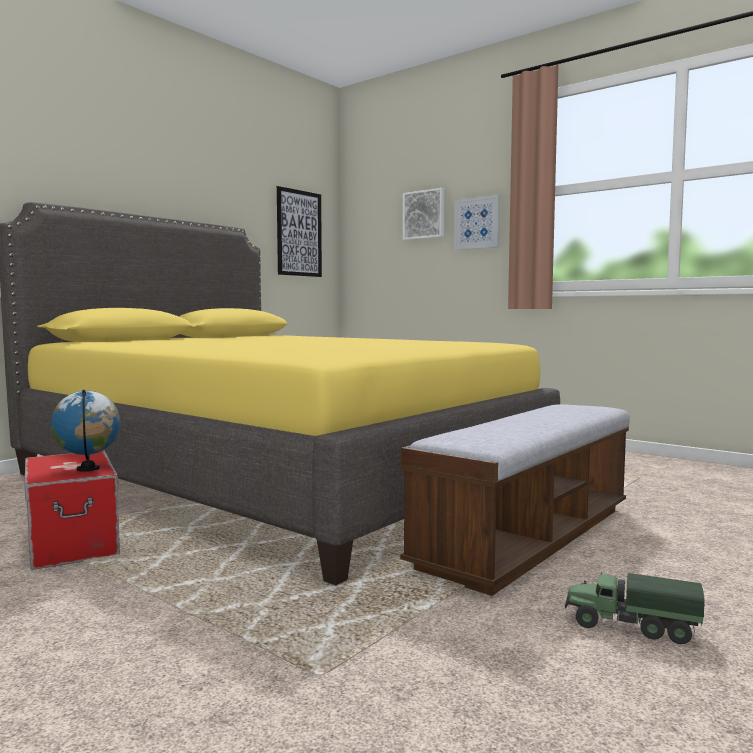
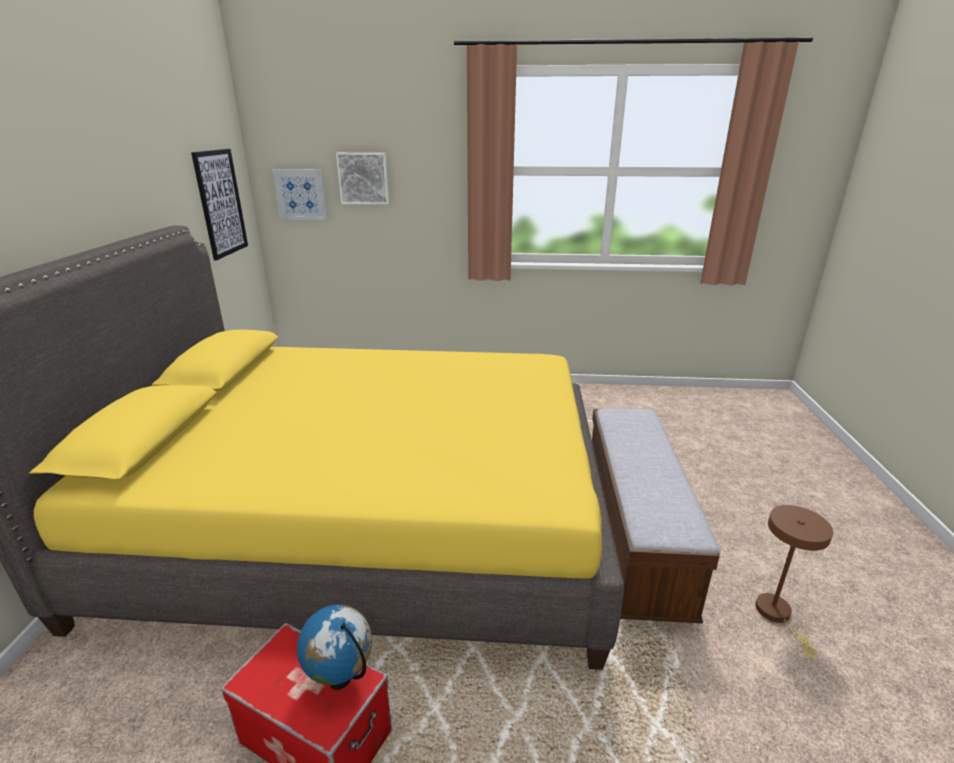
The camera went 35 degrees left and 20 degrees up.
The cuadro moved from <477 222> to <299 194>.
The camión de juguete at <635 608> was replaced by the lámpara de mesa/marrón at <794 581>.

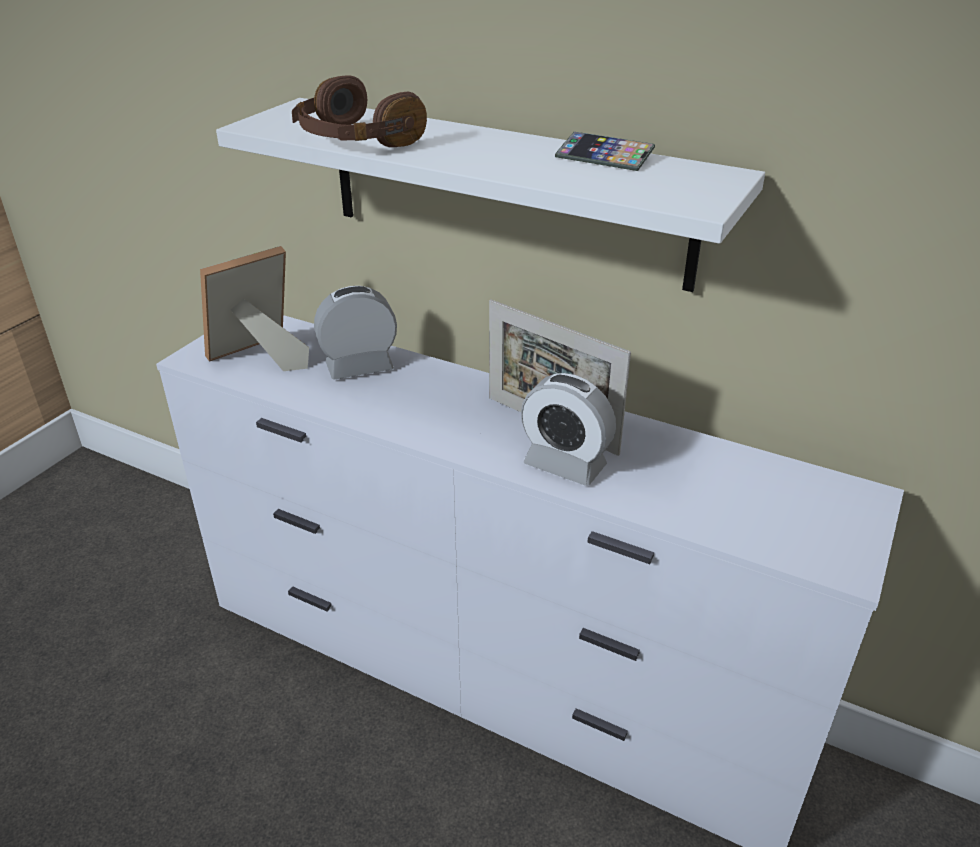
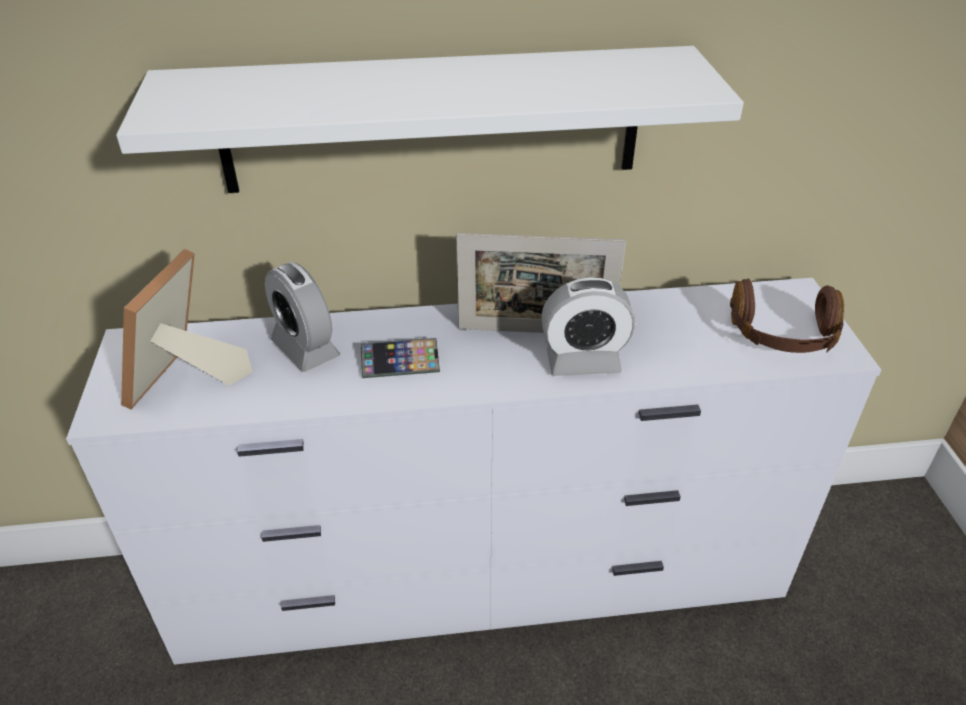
The camera went 35 degrees left and 5 degrees up.
The auriculares/marrón moved from <359 111> to <787 316>.
The despertador at <355 333> turned 75 degrees counterclockwise.
The móvil moved from <605 151> to <400 358>.

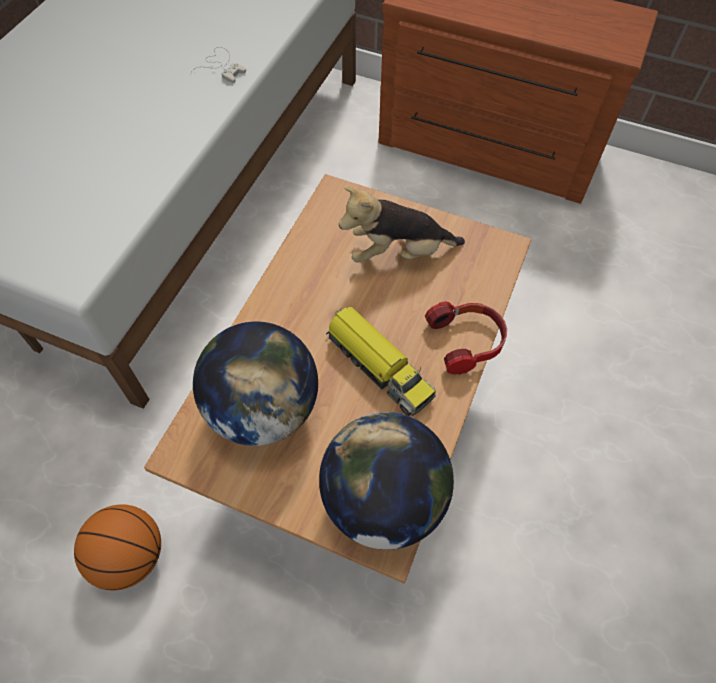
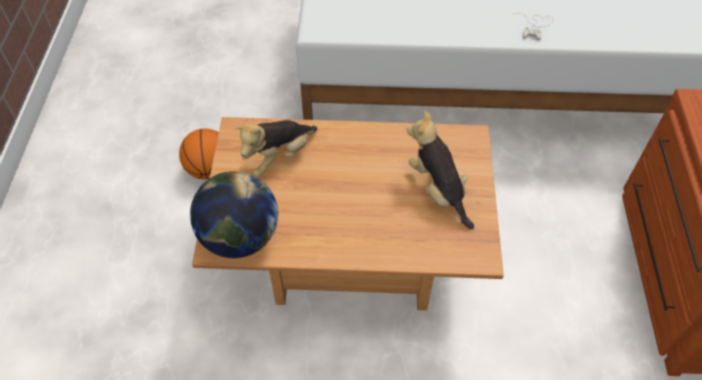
The camera went 70 degrees right and 5 degrees down.
The globo terráqueo at <255 384> was replaced by the peluche at <276 148>.
The camión de juguete at <381 361> disappeared.
The auriculares at <466 338> disappeared.

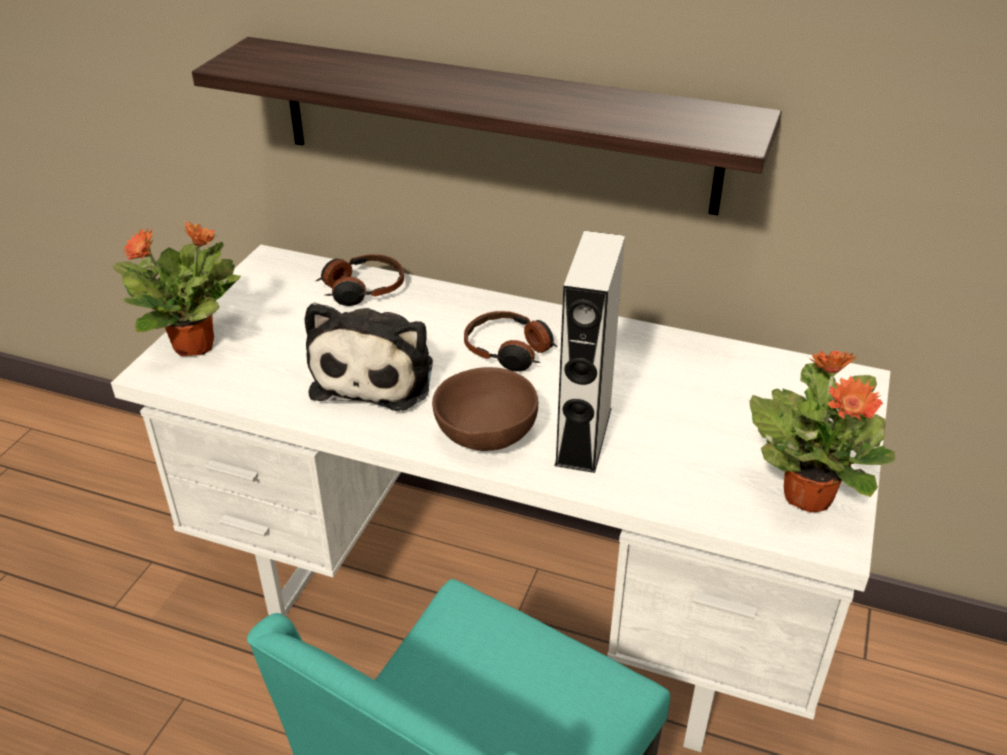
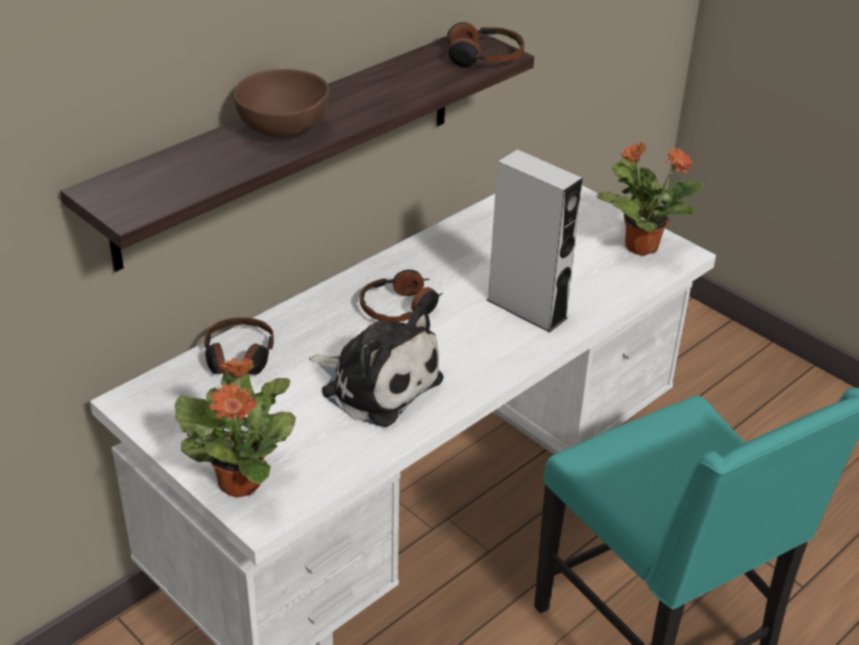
The camera went 65 degrees left and 0 degrees up.
The cuenco/marrón moved from <485 409> to <281 103>.
The auriculares at <482 44> appeared.

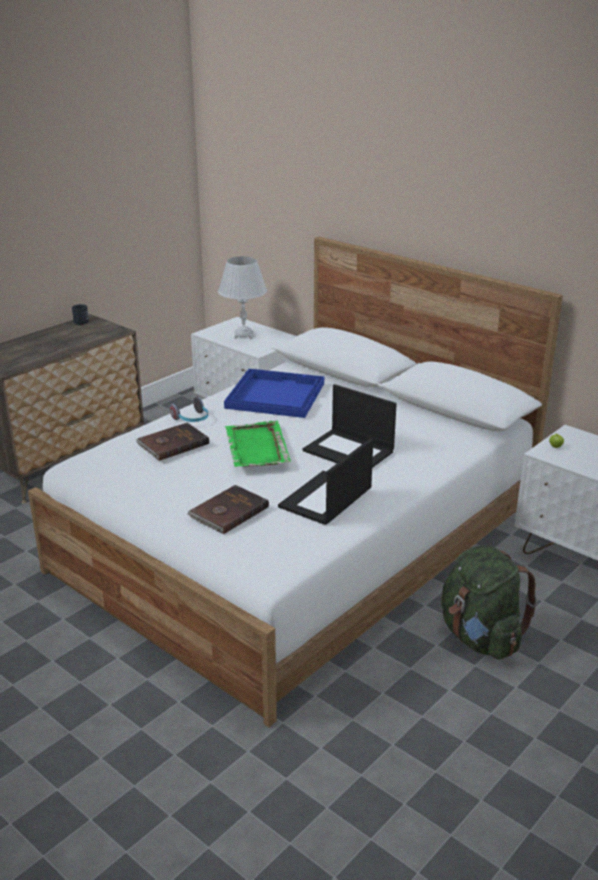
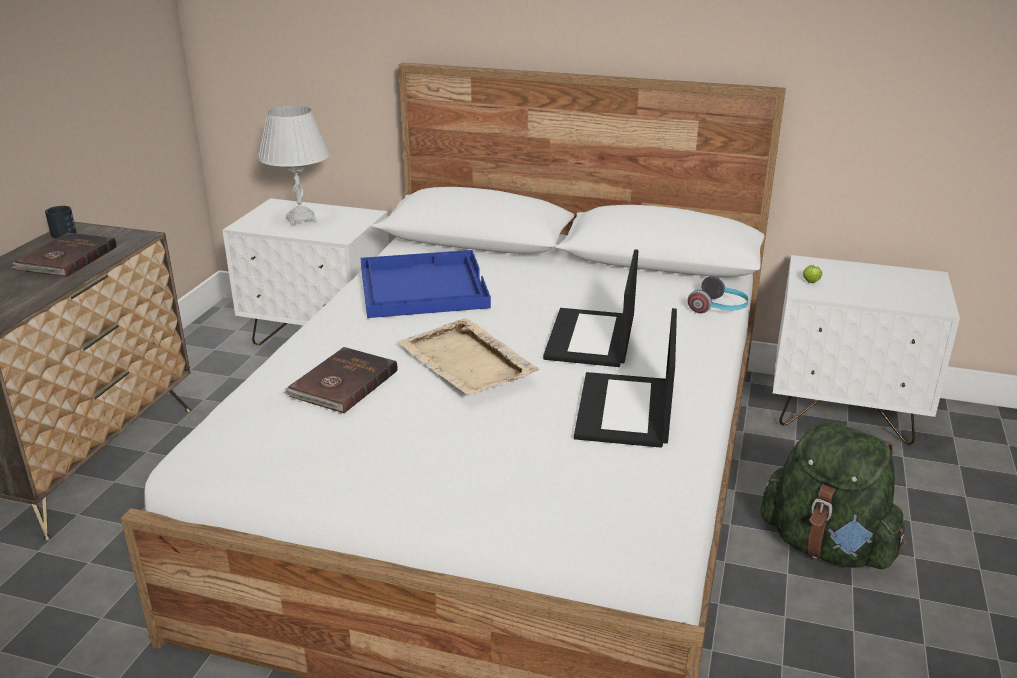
The camera went 25 degrees left and 0 degrees up.
The auriculares moved from <189 409> to <718 295>.
The libro/marrón moved from <228 509> to <64 255>.
The bandeja/verde at <258 444> became the bandeja/beis at <468 356>.
The portátil at <350 426> turned 90 degrees clockwise.

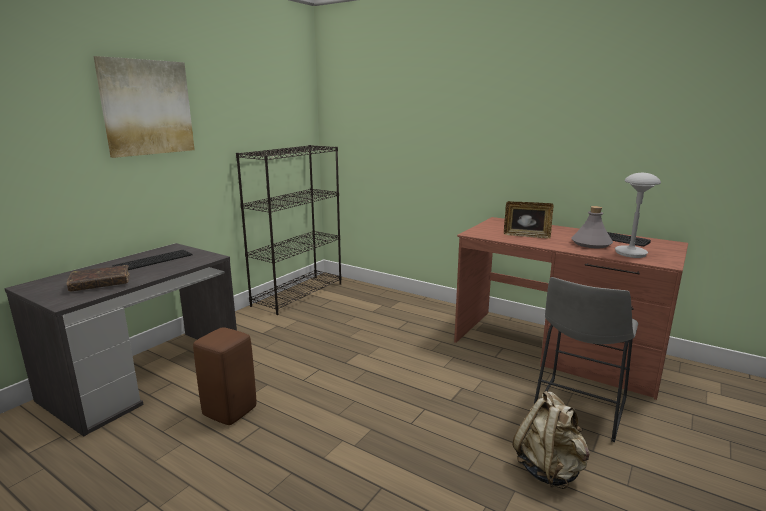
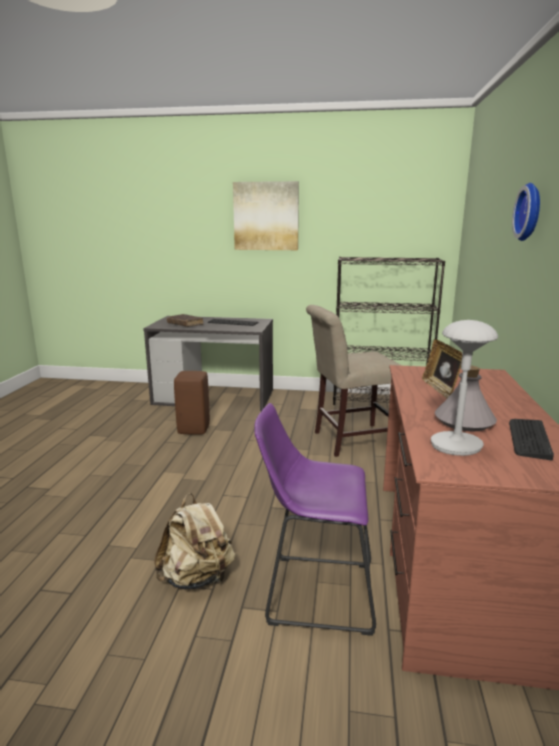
The camera went 65 degrees right and 0 degrees up.
The taburete/gris at <586 359> became the taburete/morado at <315 519>.
The silla/beis at <354 381> appeared.
The reloj de pared at <526 212> appeared.

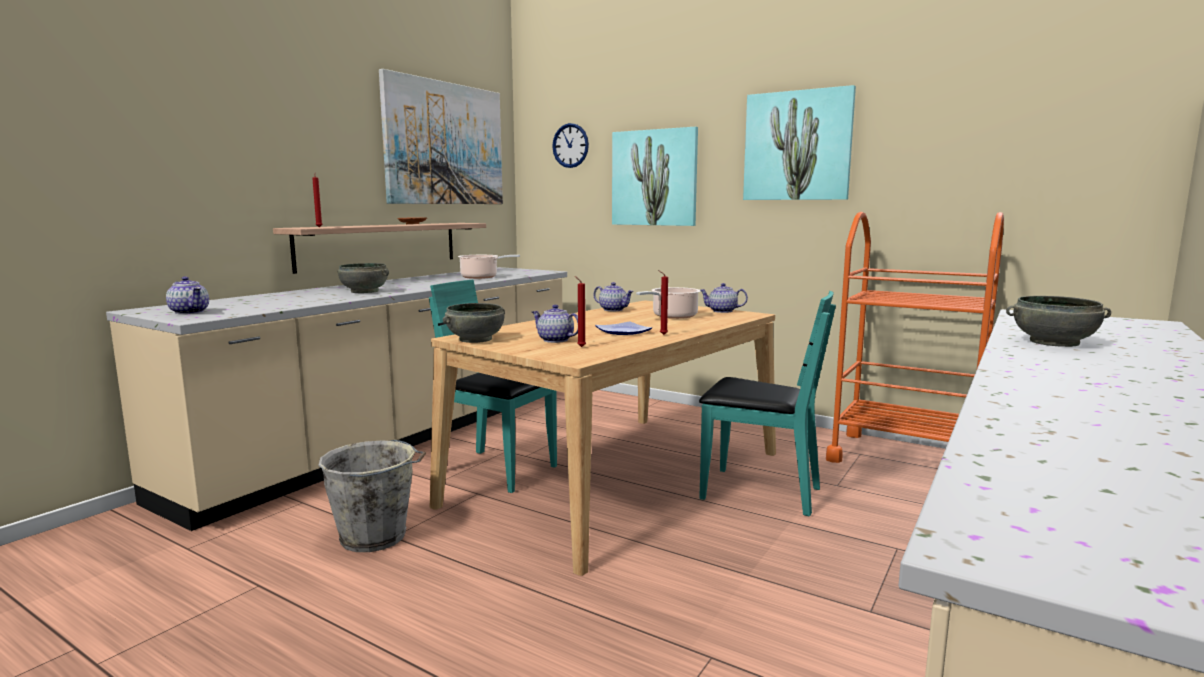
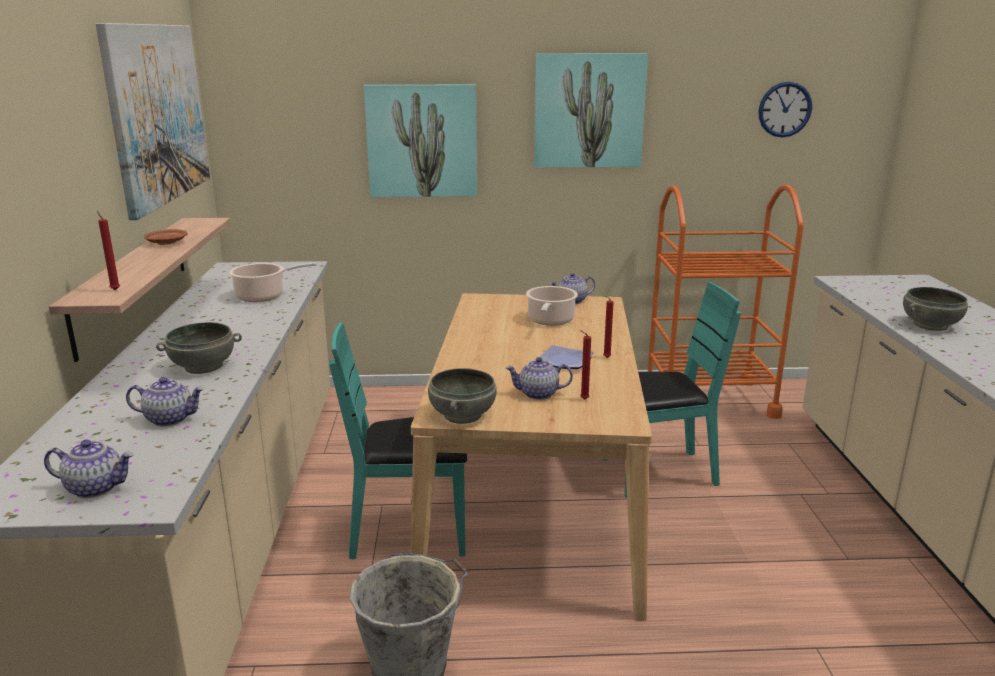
The camera went 35 degrees left and 10 degrees up.
The reloj de pared moved from <570 145> to <785 109>.
The tetera moved from <613 296> to <165 402>.

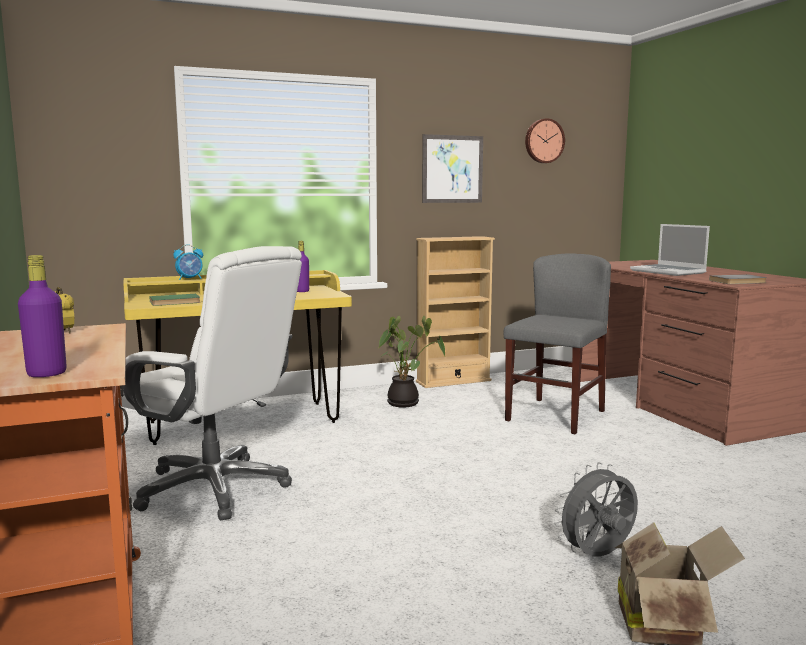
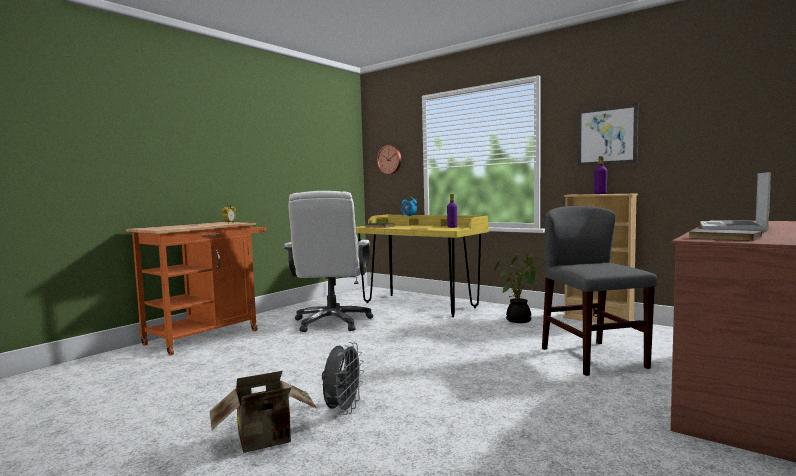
The camera went 60 degrees right and 5 degrees down.
The botella/morado moved from <42 316> to <600 175>.
The silla/gris at <557 343> turned 105 degrees counterclockwise.
The reloj de pared moved from <545 140> to <389 159>.
The ventilador/gris at <596 509> turned 75 degrees clockwise.

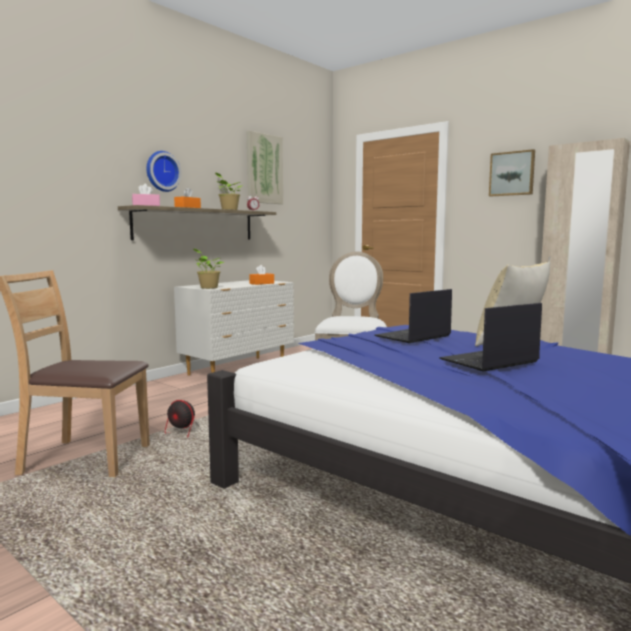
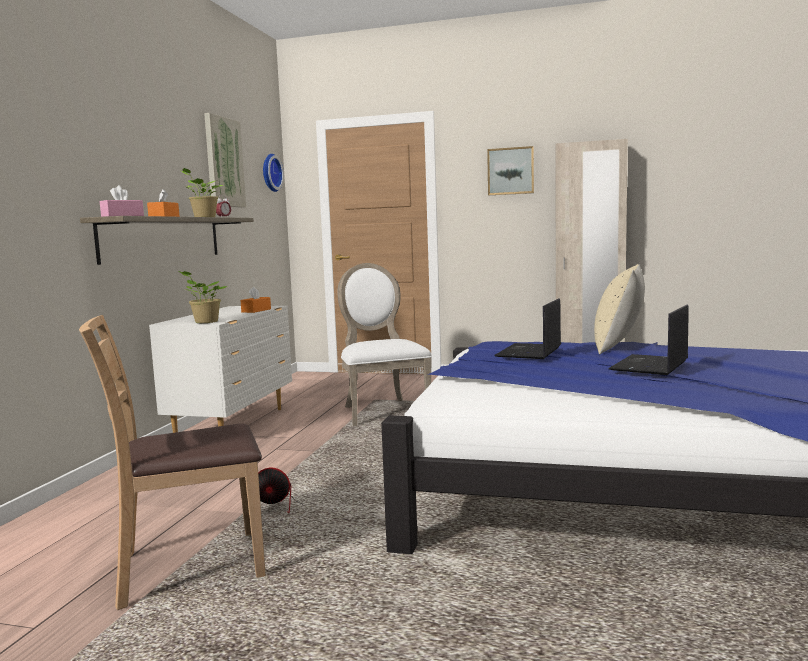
The camera went 25 degrees left and 0 degrees up.
The reloj de pared moved from <164 171> to <273 173>.

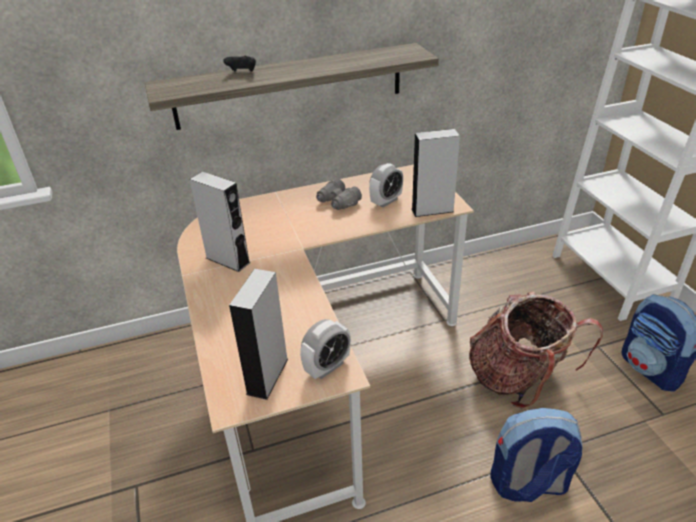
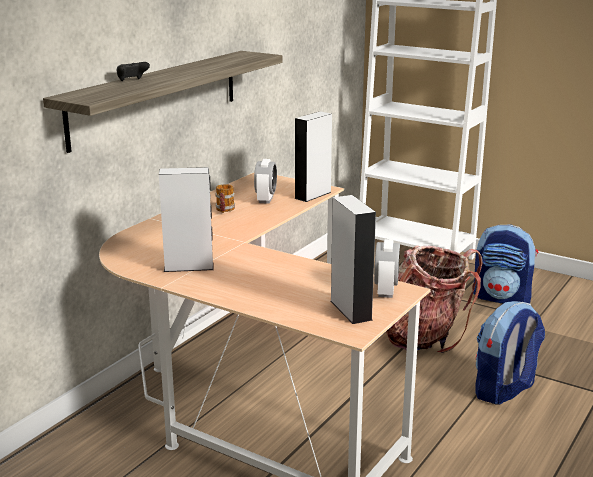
The camera went 40 degrees left and 15 degrees down.
The prismáticos/gris at <339 194> was replaced by the taza grande at <225 198>.

